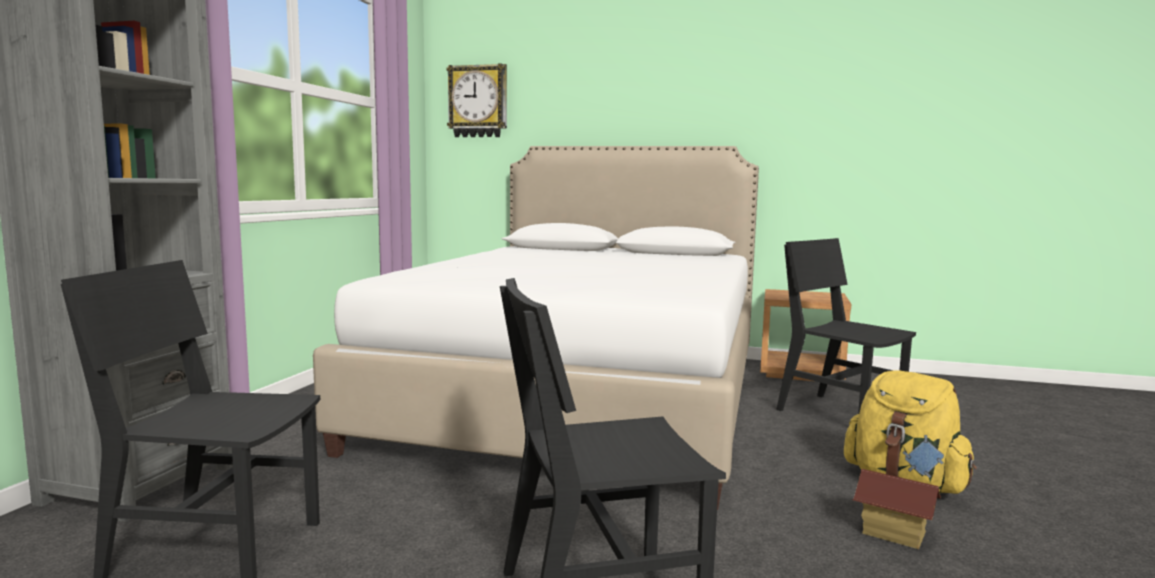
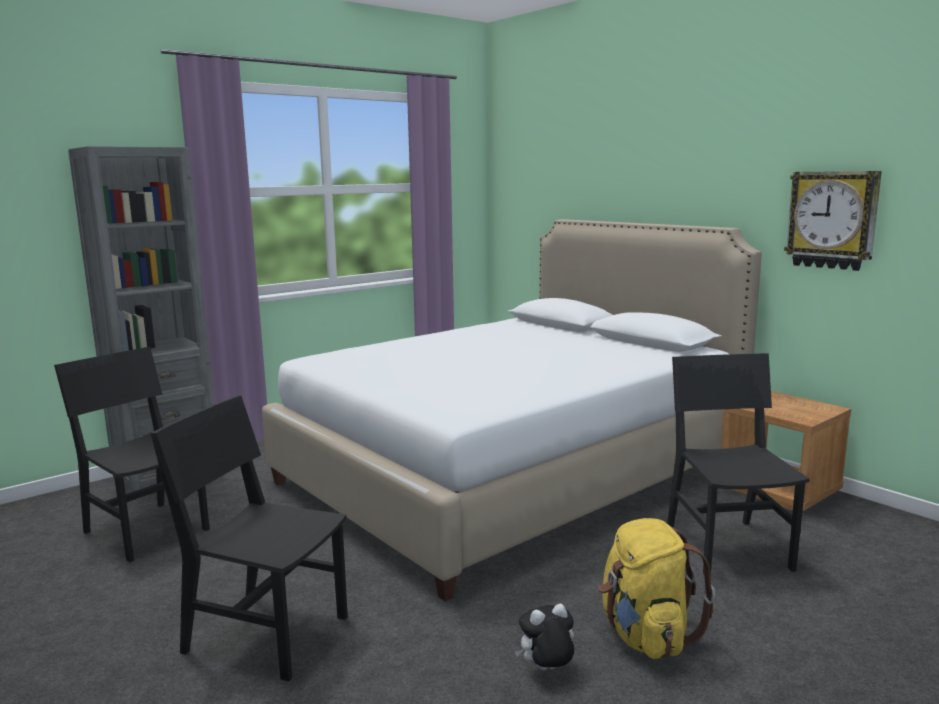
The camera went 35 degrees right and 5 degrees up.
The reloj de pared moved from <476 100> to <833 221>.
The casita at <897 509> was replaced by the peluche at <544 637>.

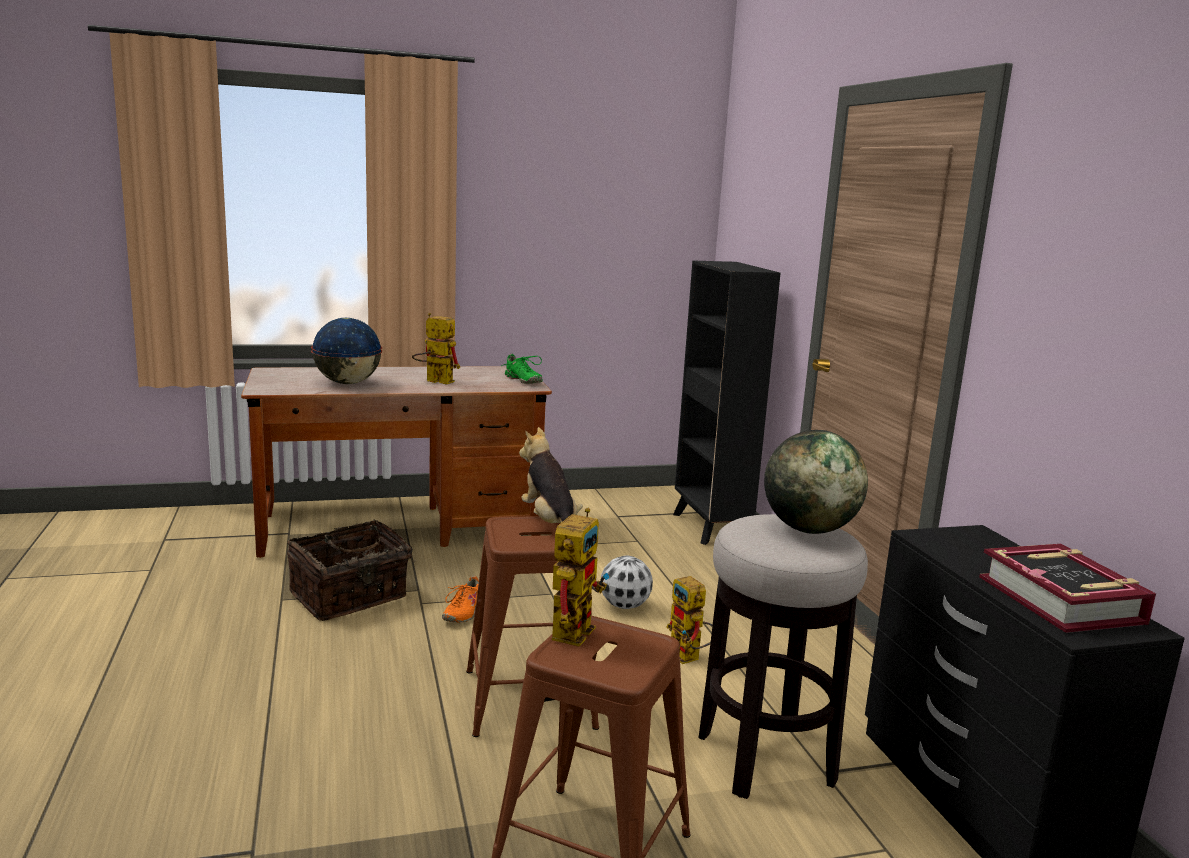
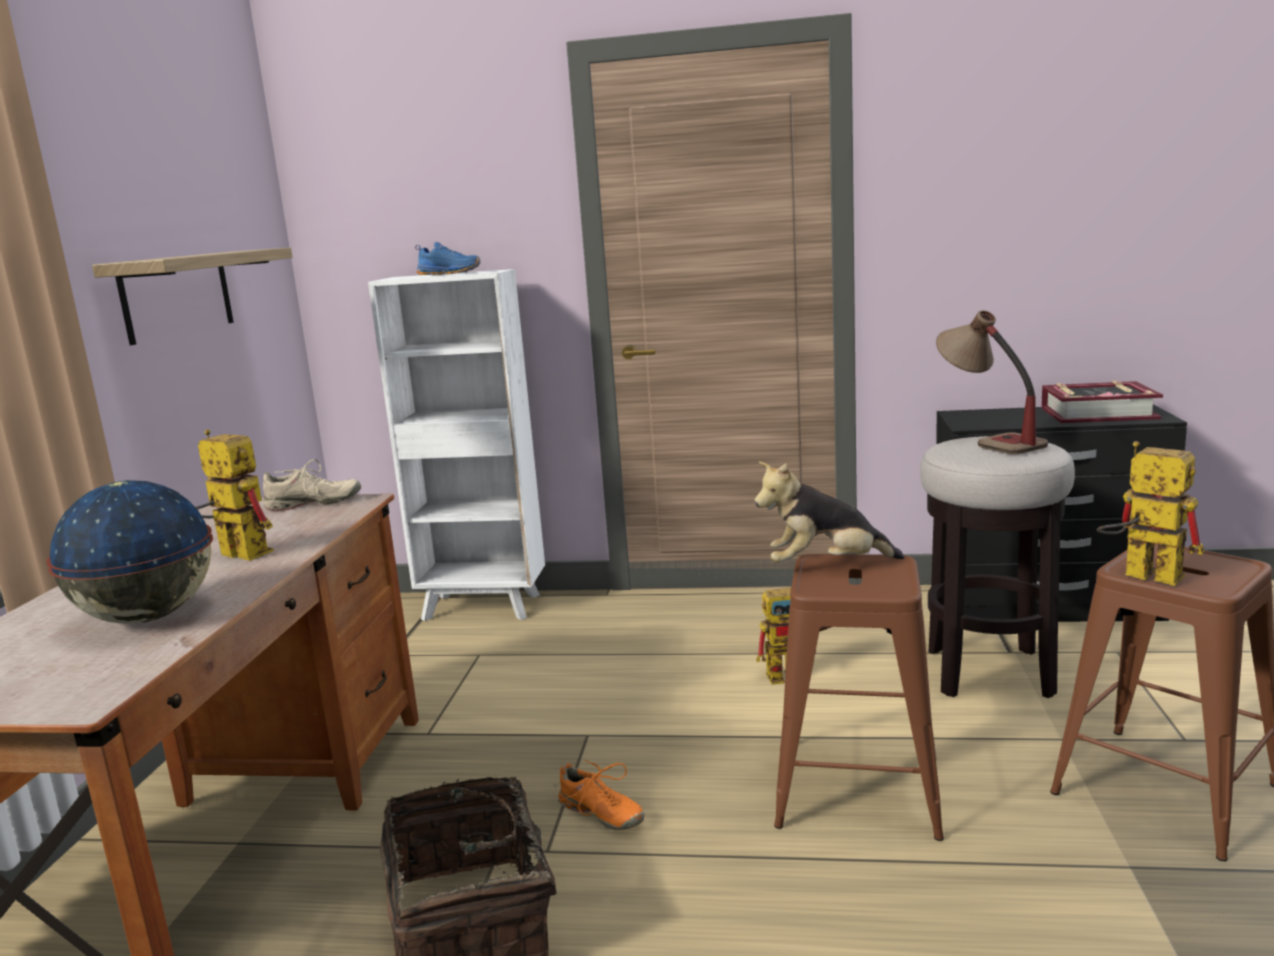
The camera went 65 degrees left and 0 degrees up.
The robot de juguete at <436 349> turned 75 degrees clockwise.
The zapato/verde at <522 369> became the zapato/beis at <312 485>.
The balón de fútbol at <627 582> disappeared.
The estantería/negro at <727 403> became the estantería/blanco at <456 445>.
The globo terráqueo at <816 482> was replaced by the lámpara de mesa at <992 382>.
The estante at <192 296> appeared.
The zapato/azul at <448 258> appeared.

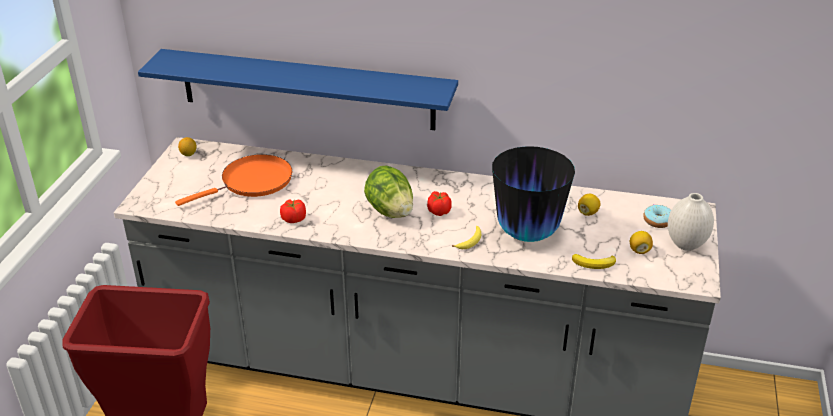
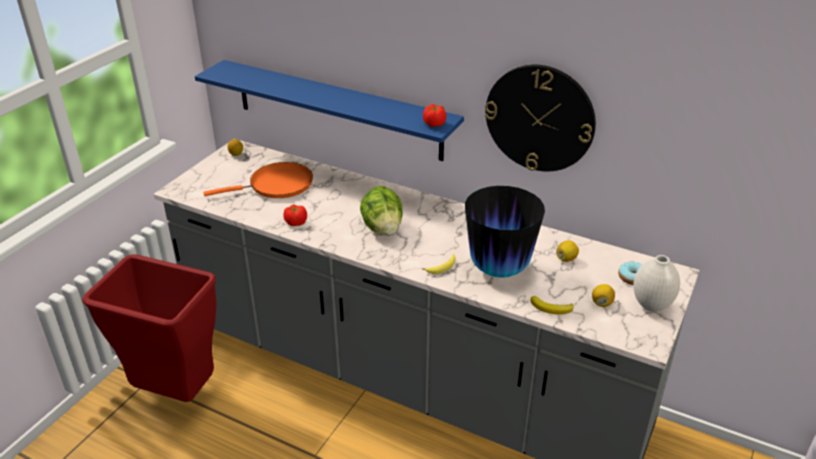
The camera went 15 degrees right and 0 degrees up.
The tomate moved from <439 203> to <434 115>.
The reloj de pared at <540 118> appeared.

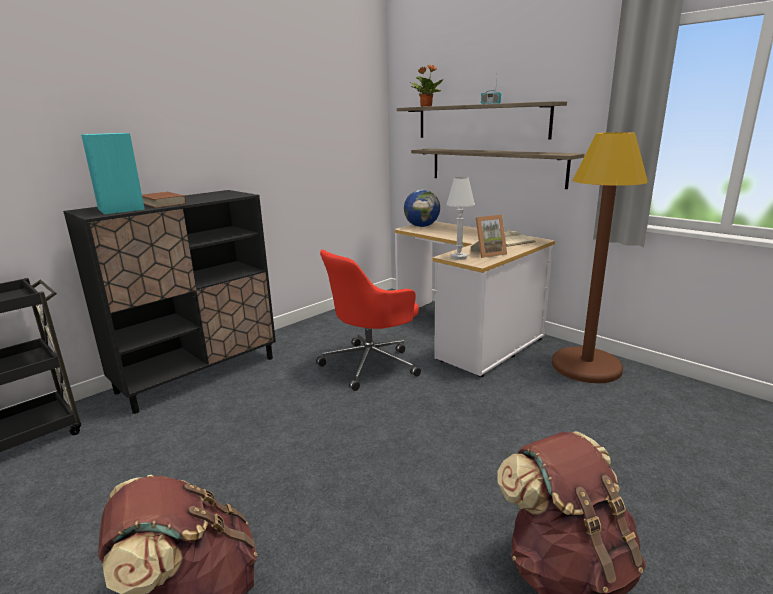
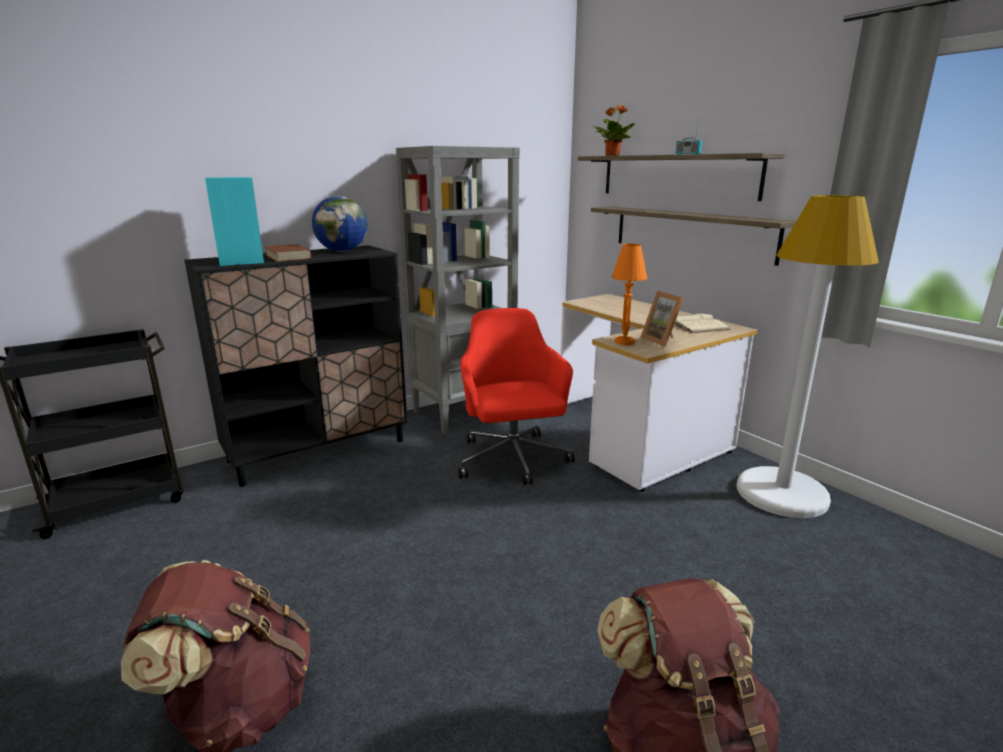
The camera went 10 degrees right and 0 degrees up.
The silla de oficina/rojo at <368 320> turned 105 degrees clockwise.
The globo terráqueo moved from <422 208> to <340 224>.
The lámpara de mesa/blanco at <460 218> became the lámpara de mesa/naranja at <629 294>.
The portarretratos at <489 236> turned 75 degrees clockwise.
The lámpara de pie/marrón at <600 257> became the lámpara de pie/blanco at <807 356>.
The estantería/gris at <458 290> appeared.

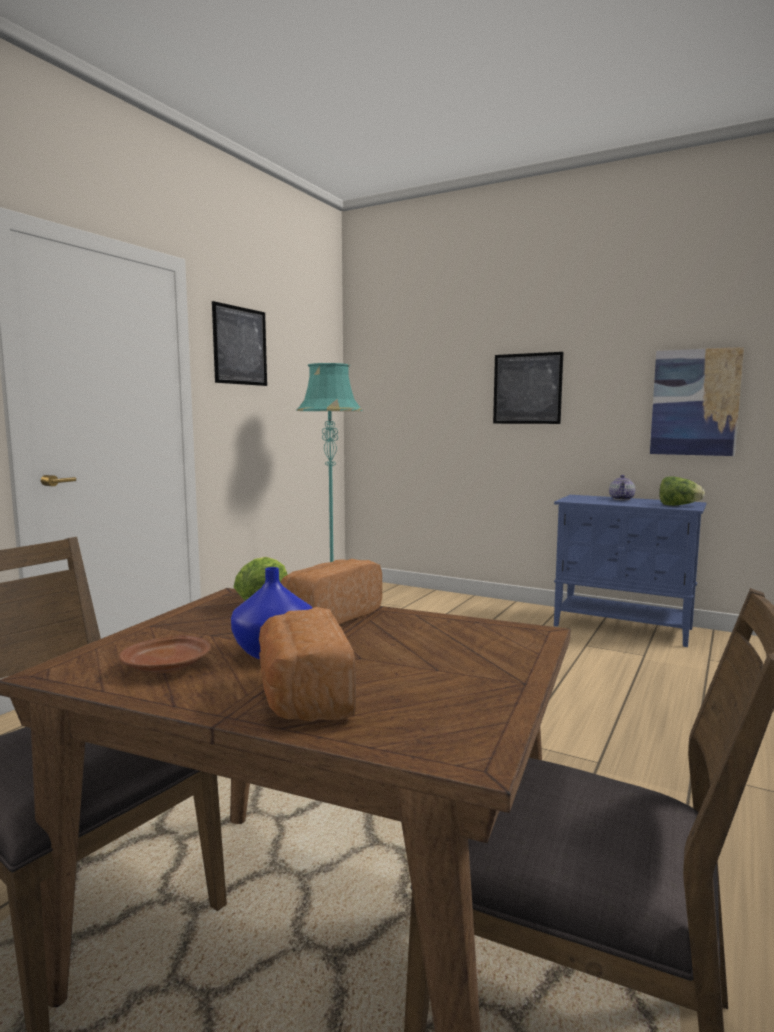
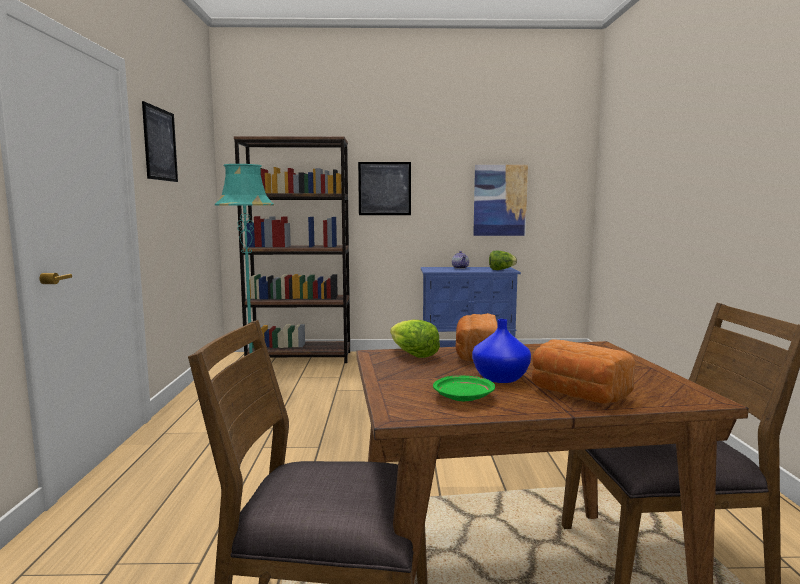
The camera went 30 degrees left and 0 degrees up.
The plato/marrón at <165 654> became the plato/verde at <464 388>.
The estantería/marrón at <292 249> appeared.

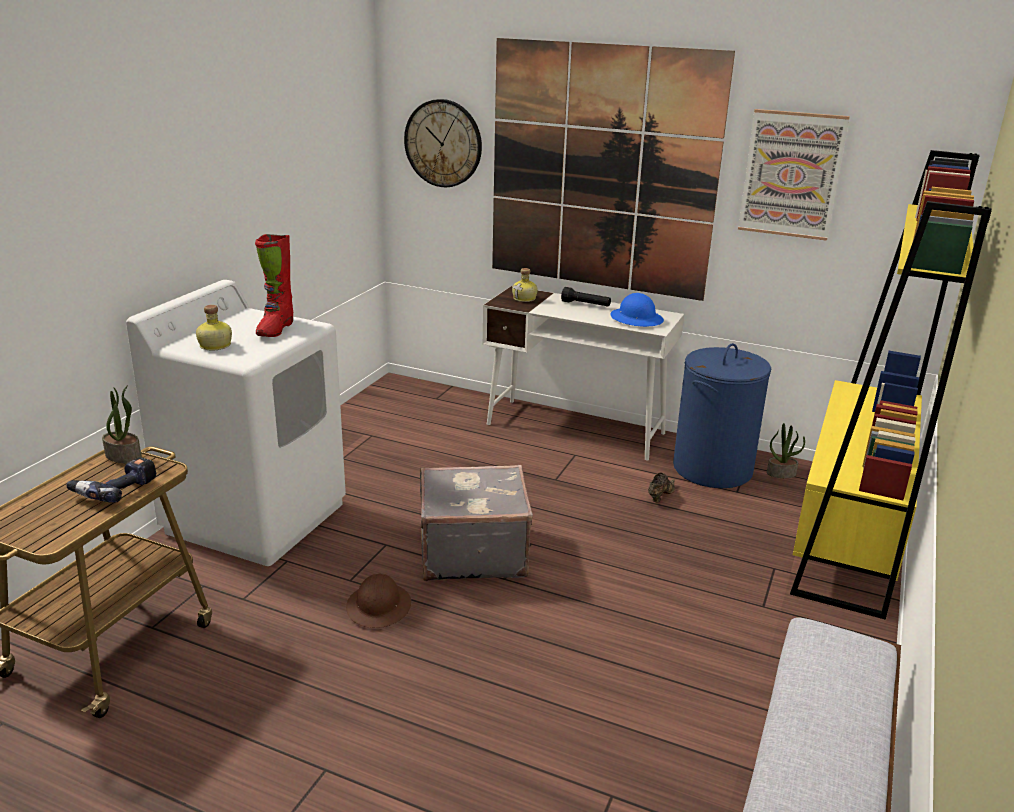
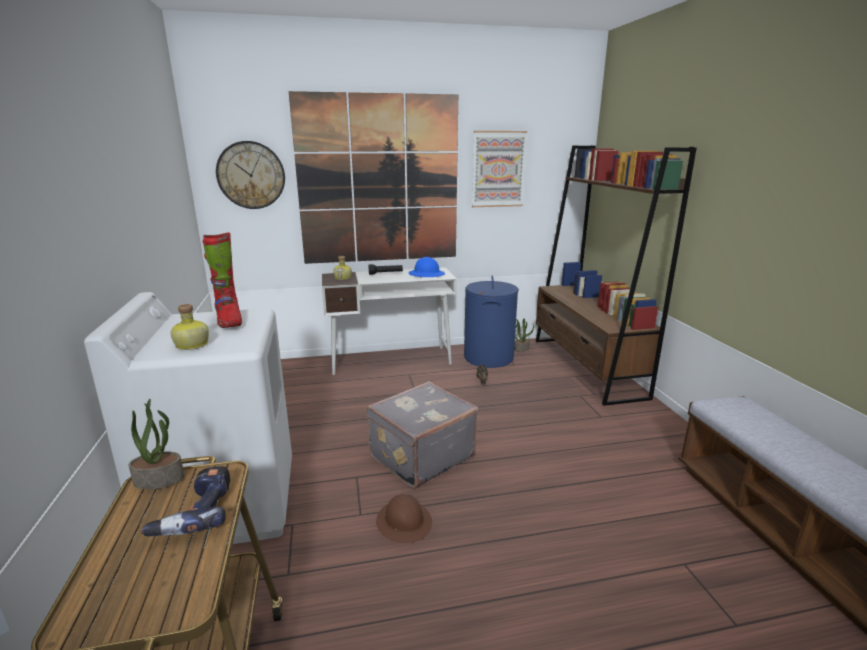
The camera went 35 degrees left and 5 degrees down.
The estantería/amarillo at <891 385> became the estantería/marrón at <616 275>.

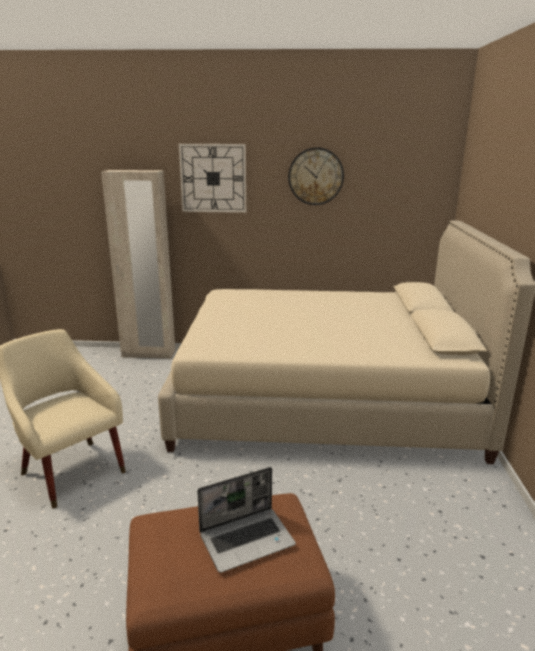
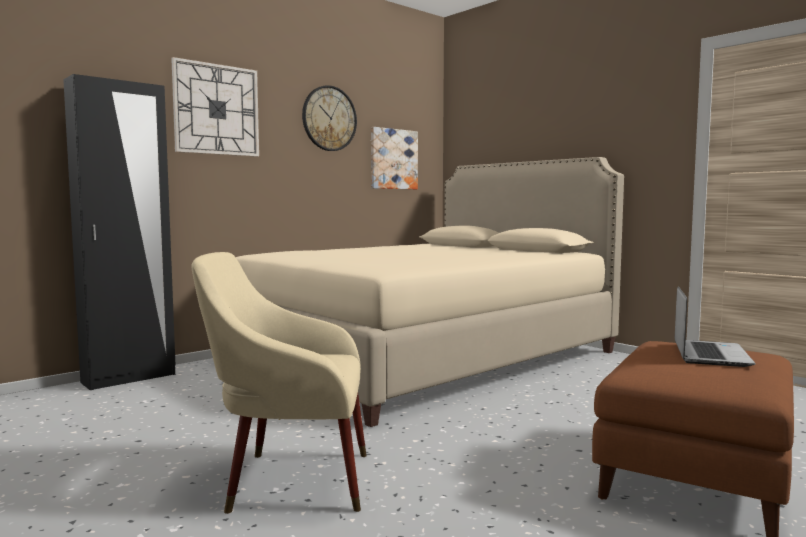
The camera went 45 degrees left and 15 degrees down.
The armario ropero/beis at <138 264> became the armario ropero/negro at <119 232>.
The cuadro at <394 158> appeared.

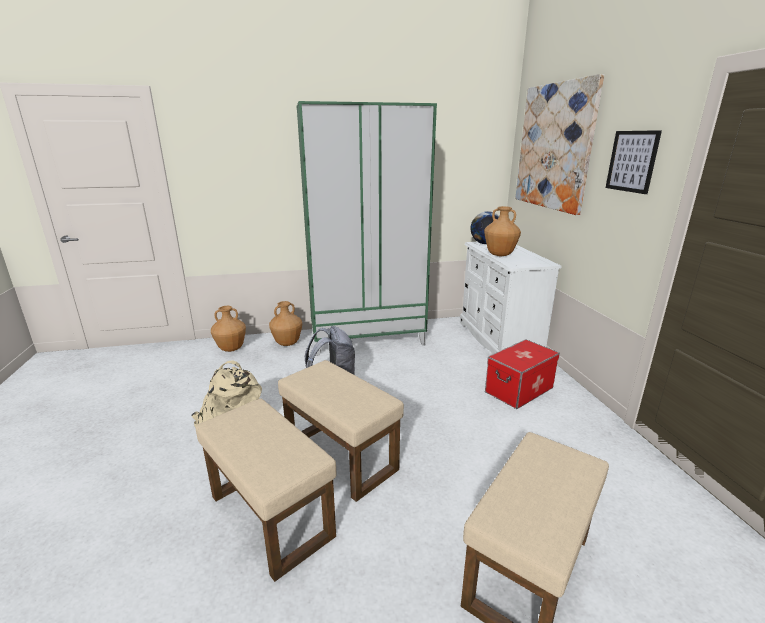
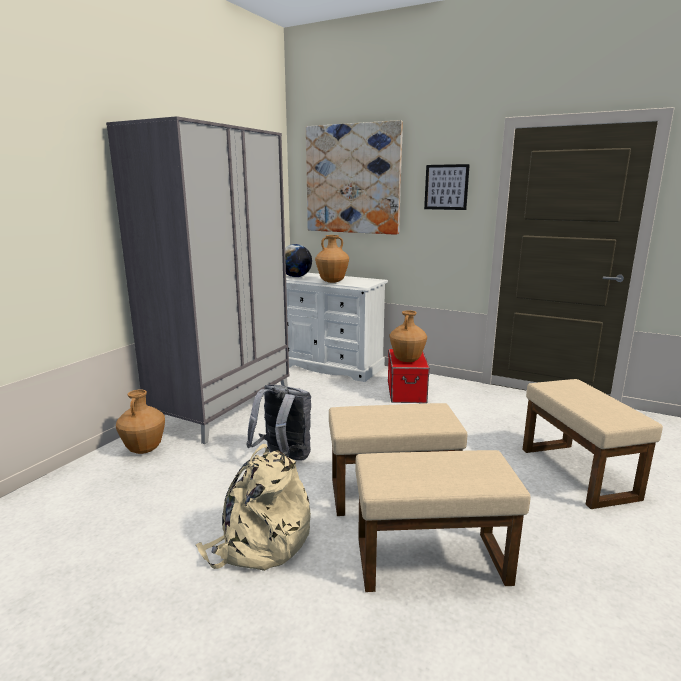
The camera went 50 degrees left and 5 degrees down.
The florero/marrón moved from <228 329> to <408 336>.
The armario ropero/verde at <366 228> became the armario ropero/gris at <198 280>.

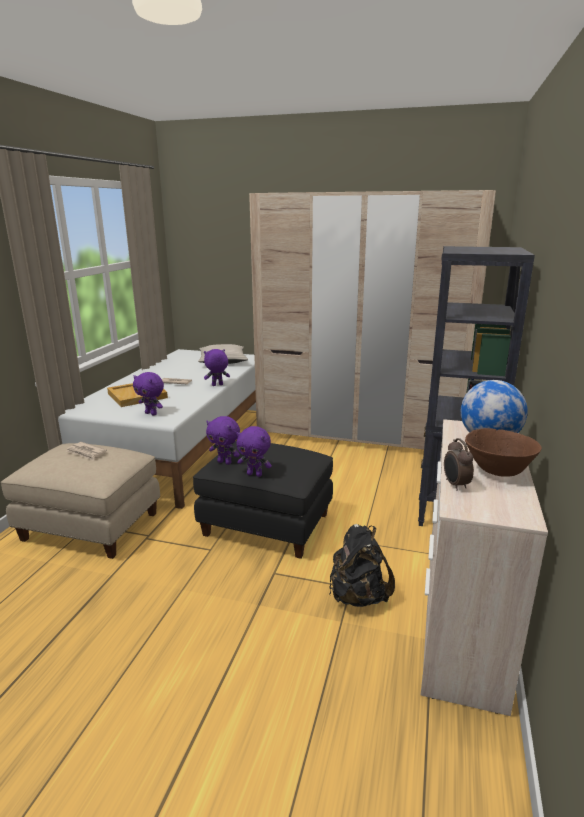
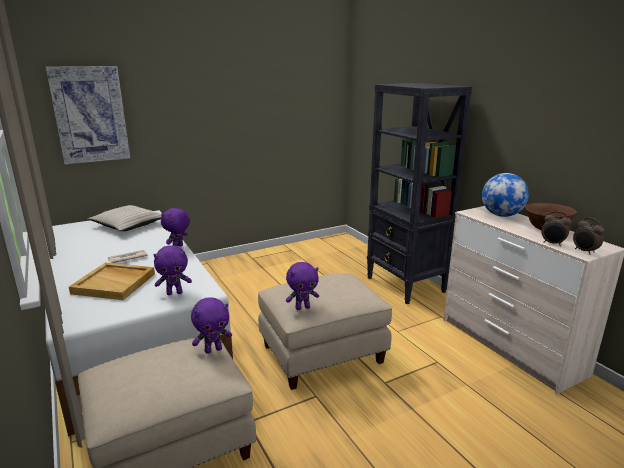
The camera went 45 degrees left and 0 degrees up.
The periódico at <86 451> disappeared.
The puf/negro at <263 500> became the puf/beis at <325 331>.
The peluche/morado moved from <254 451> to <211 326>.
The armario ropero/beis at <372 319> disappeared.
The mochila/negro at <362 565> disappeared.
The cuadro at <88 115> appeared.
The despertador at <588 236> appeared.

